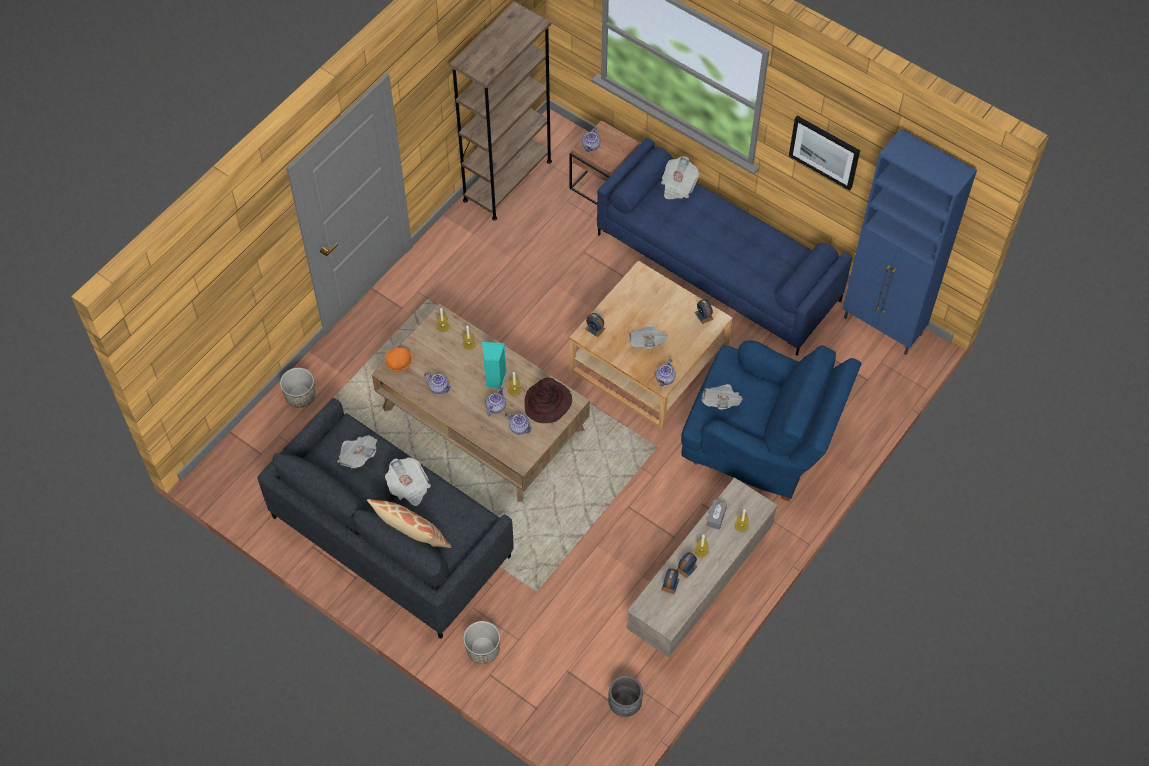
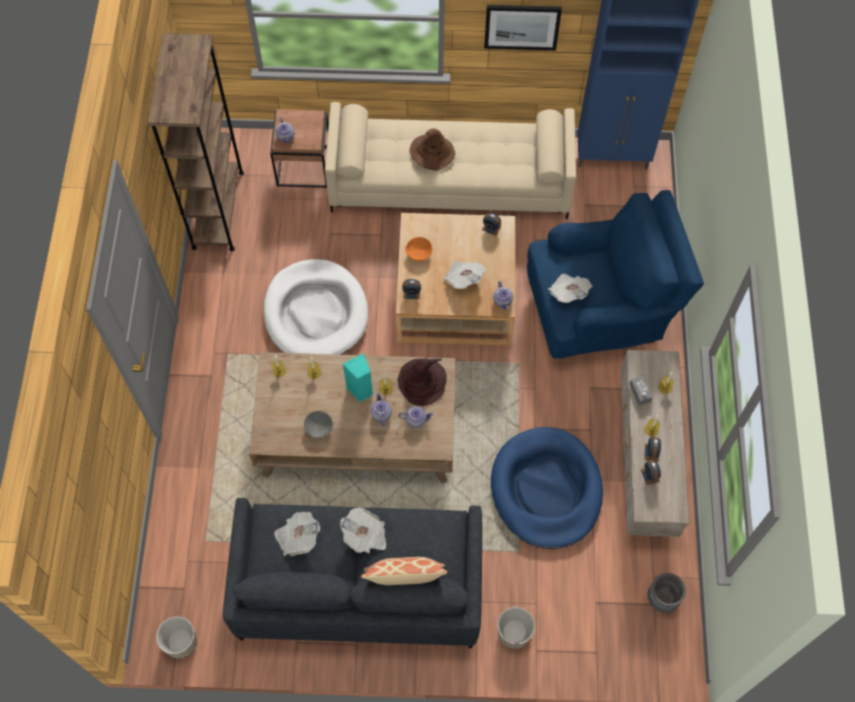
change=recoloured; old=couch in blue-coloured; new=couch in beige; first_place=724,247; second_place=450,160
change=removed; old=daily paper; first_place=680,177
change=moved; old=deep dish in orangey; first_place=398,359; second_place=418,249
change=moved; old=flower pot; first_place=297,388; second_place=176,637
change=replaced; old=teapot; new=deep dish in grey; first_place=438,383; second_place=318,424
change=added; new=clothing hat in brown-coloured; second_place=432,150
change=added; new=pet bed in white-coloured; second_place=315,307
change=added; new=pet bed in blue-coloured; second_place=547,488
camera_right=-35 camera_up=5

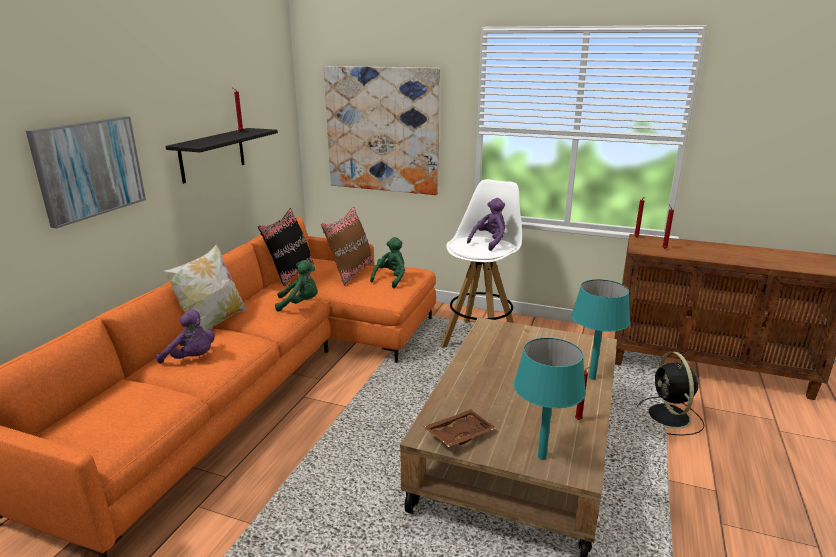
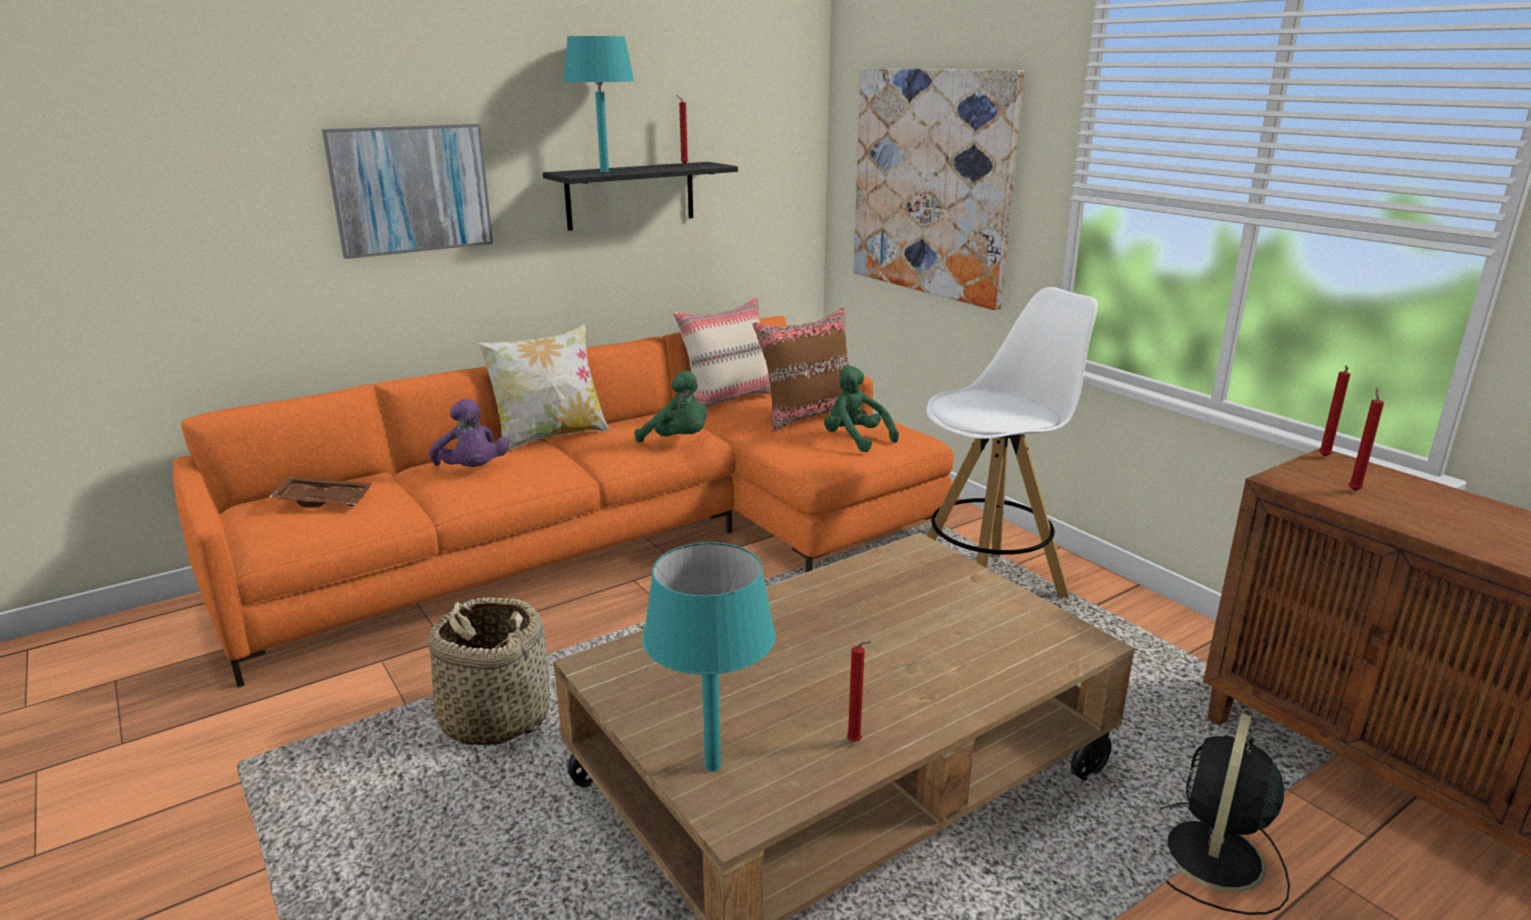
change=removed; old=plush toy in purple; first_place=486,224
change=recoloured; old=cushion in black; new=cushion in beige; first_place=286,247; second_place=722,353
change=turned; old=plush toy in green-coloured; first_place=387,262; second_place=861,409; degrees=-105
change=moved; old=lamp for a table in blue-green; first_place=600,329; second_place=598,104
change=moved; old=serving tray in brown-coloured; first_place=459,428; second_place=320,492
change=added; new=storage basket; second_place=489,671
camera_right=35 camera_up=0

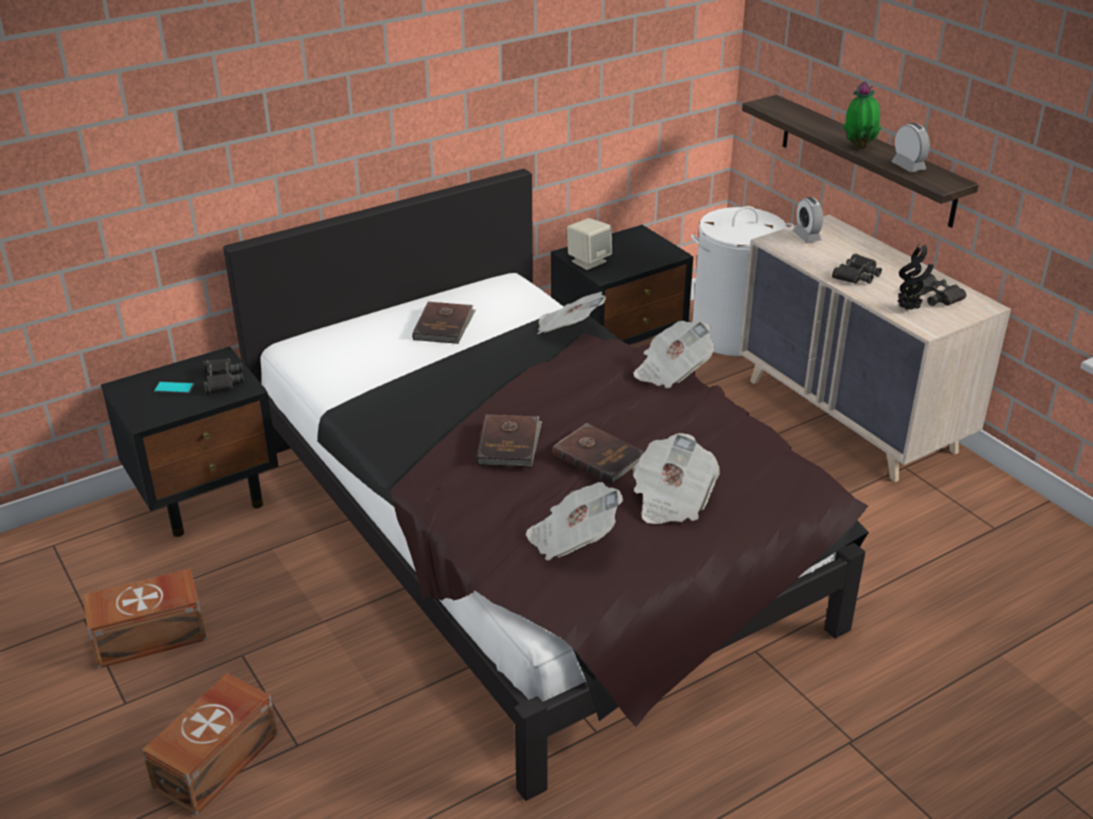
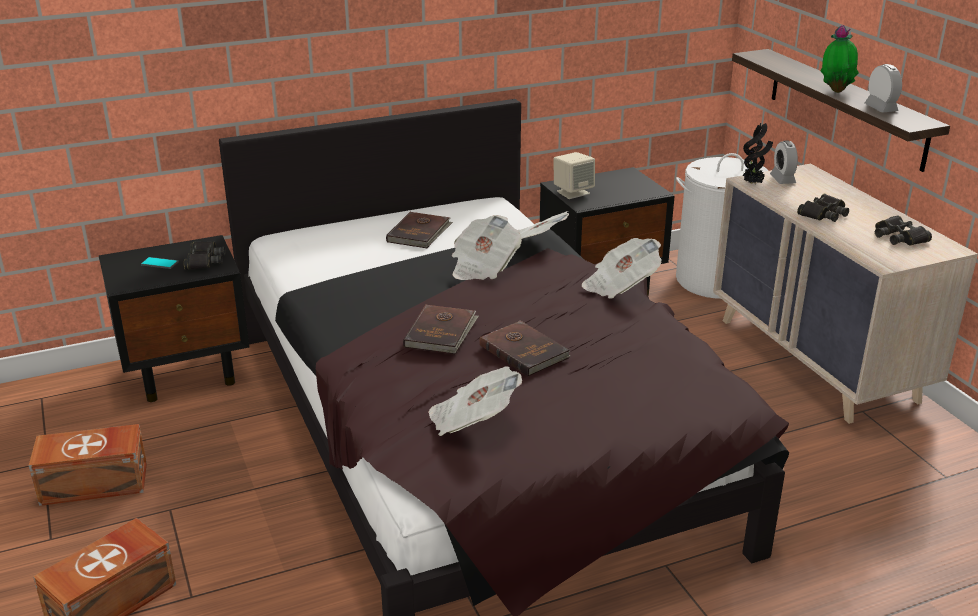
change=moved; old=houseplant; first_place=915,277; second_place=758,153
change=moved; old=daily paper; first_place=676,478; second_place=487,247
camera_right=10 camera_up=-5

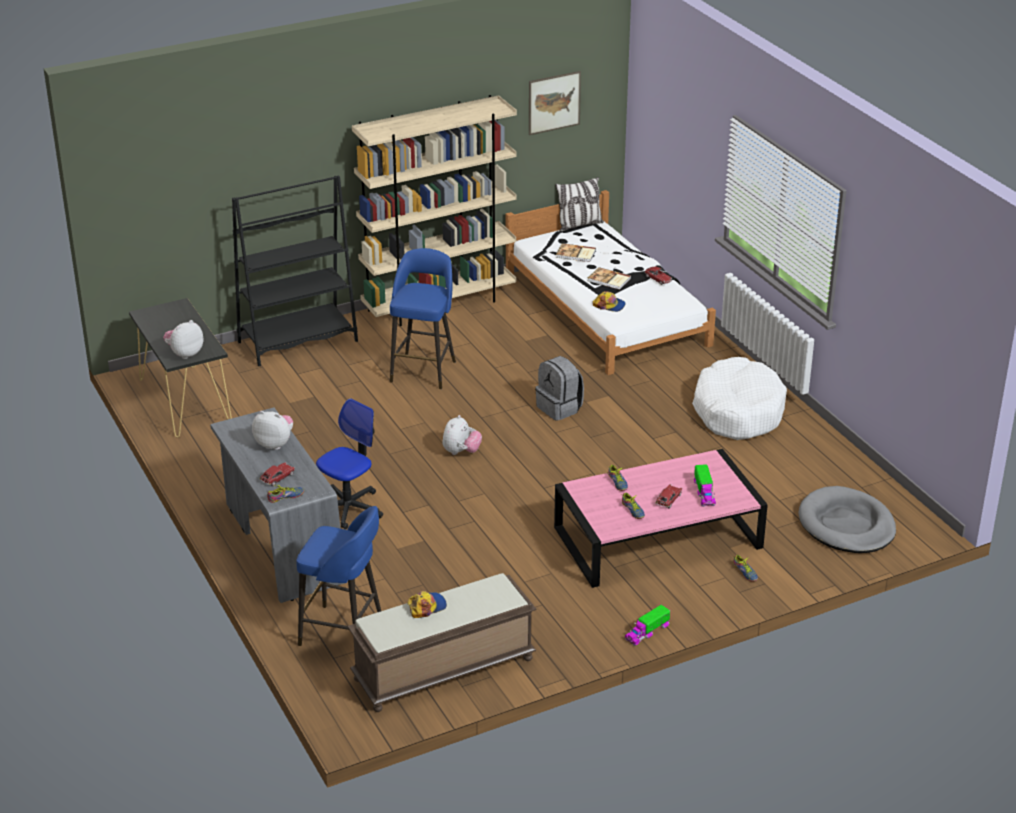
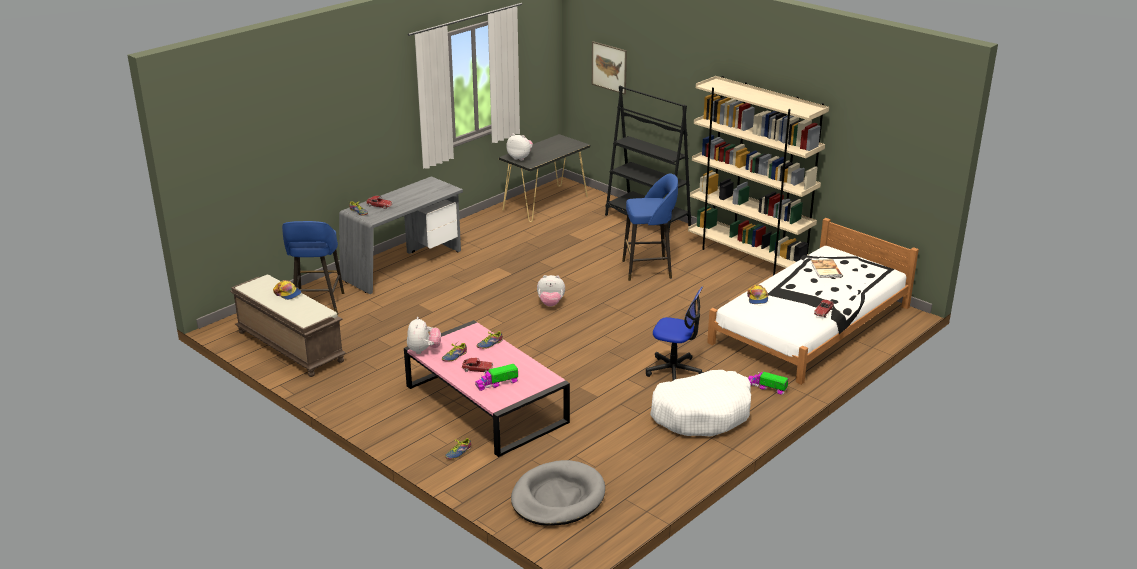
change=moved; old=wall art; first_place=555,103; second_place=609,67
change=removed; old=cushion; first_place=579,204
change=removed; old=volume; first_place=609,278
change=removed; old=rucksack in grey; first_place=559,388
change=moved; old=computer chair; first_place=349,463; second_place=675,333
change=moved; old=plush toy; first_place=272,430; second_place=424,335
change=moved; old=toy truck; first_place=647,625; second_place=768,383
camera_right=70 camera_up=-5

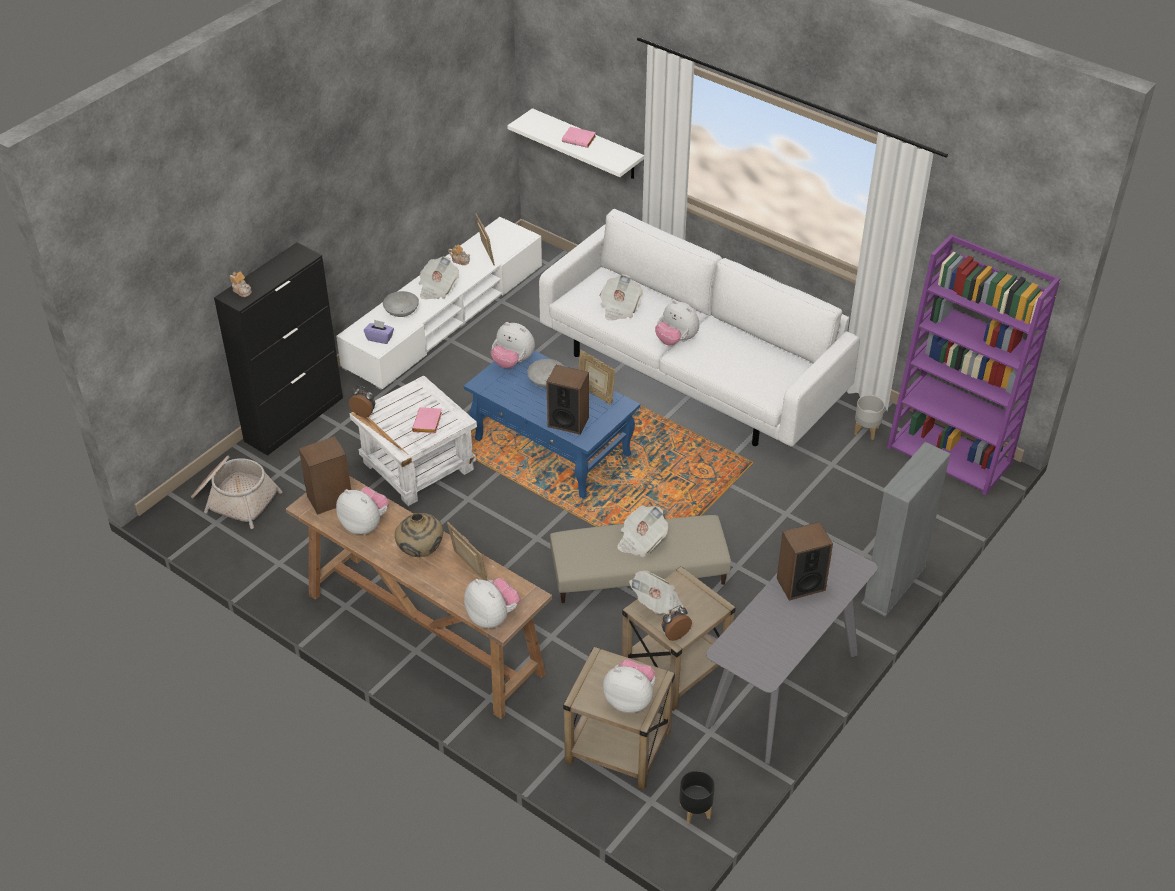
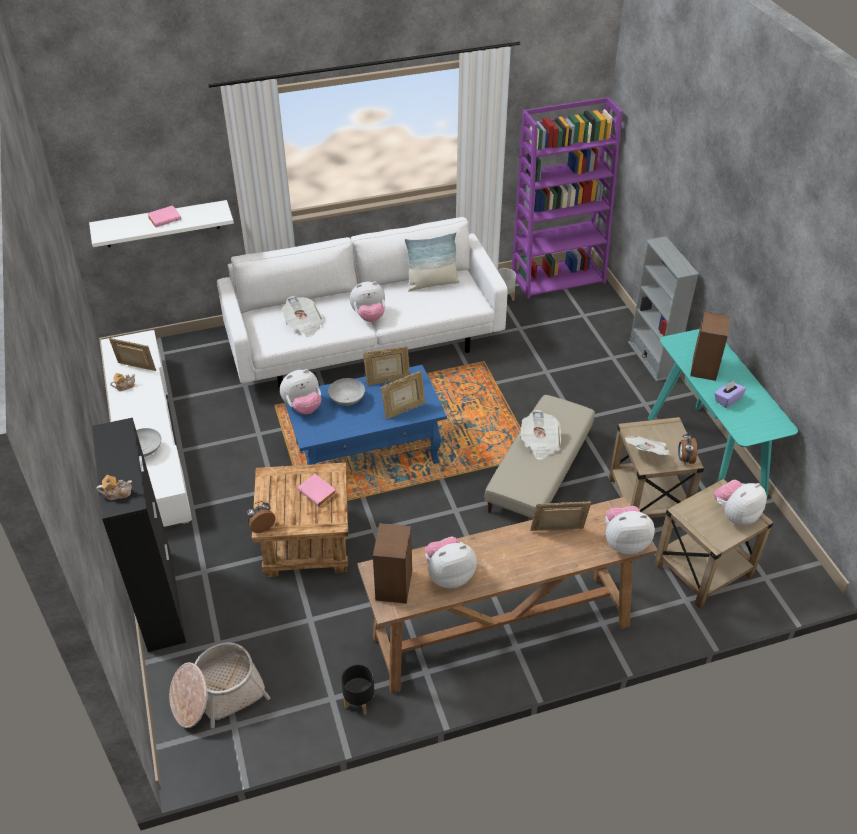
change=removed; old=daily paper; first_place=439,277
change=moved; old=box of tissues in purple; first_place=379,332; second_place=730,394
change=replaced; old=speaker; new=standing frame; first_place=567,400; second_place=403,395
change=recoloured; old=end table in white-coloured; new=end table in brown-coloured; first_place=413,440; second_place=300,520
change=removed; old=vase in beige; first_place=419,535
change=recoloured; old=narrow table in grey; new=narrow table in blue-green; first_place=791,652; second_place=723,413
change=moved; old=flower pot in black; first_place=697,797; second_place=357,689
change=added; new=cushion; second_place=432,262
camera_right=-55 camera_up=0

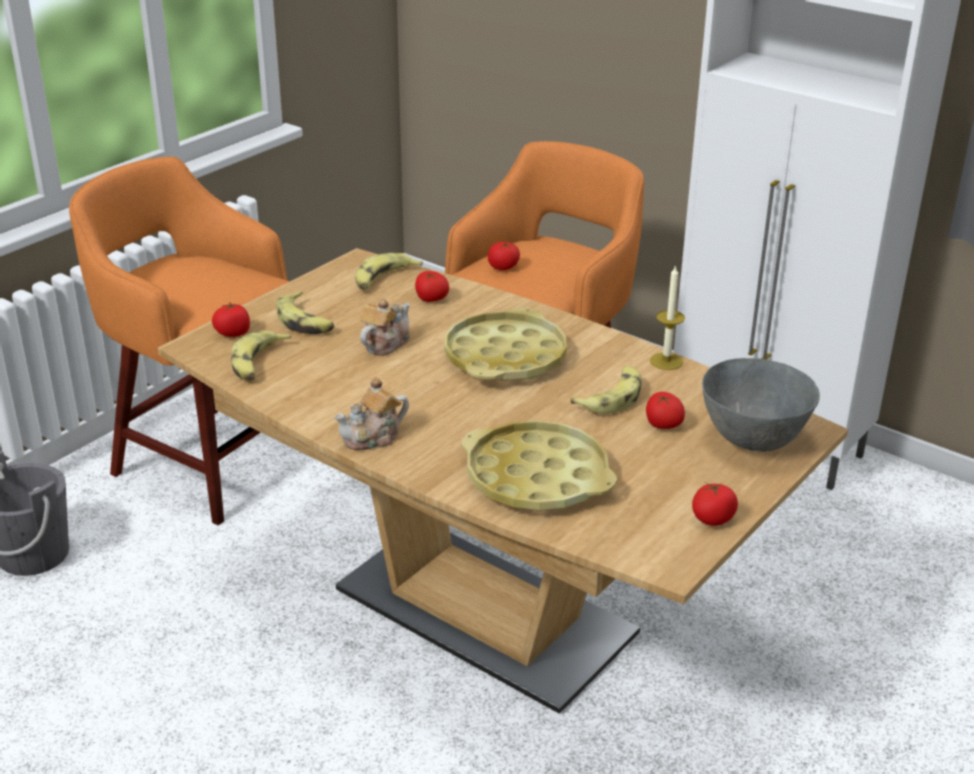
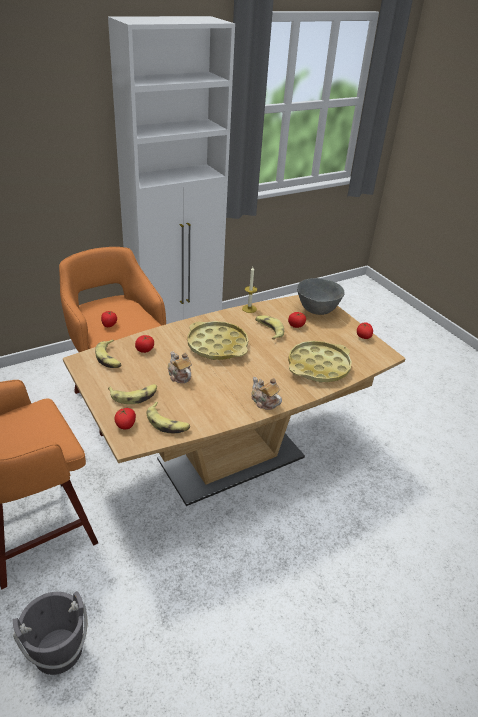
change=turned; old=teapot; first_place=371,413; second_place=266,393; degrees=150
camera_right=-70 camera_up=5

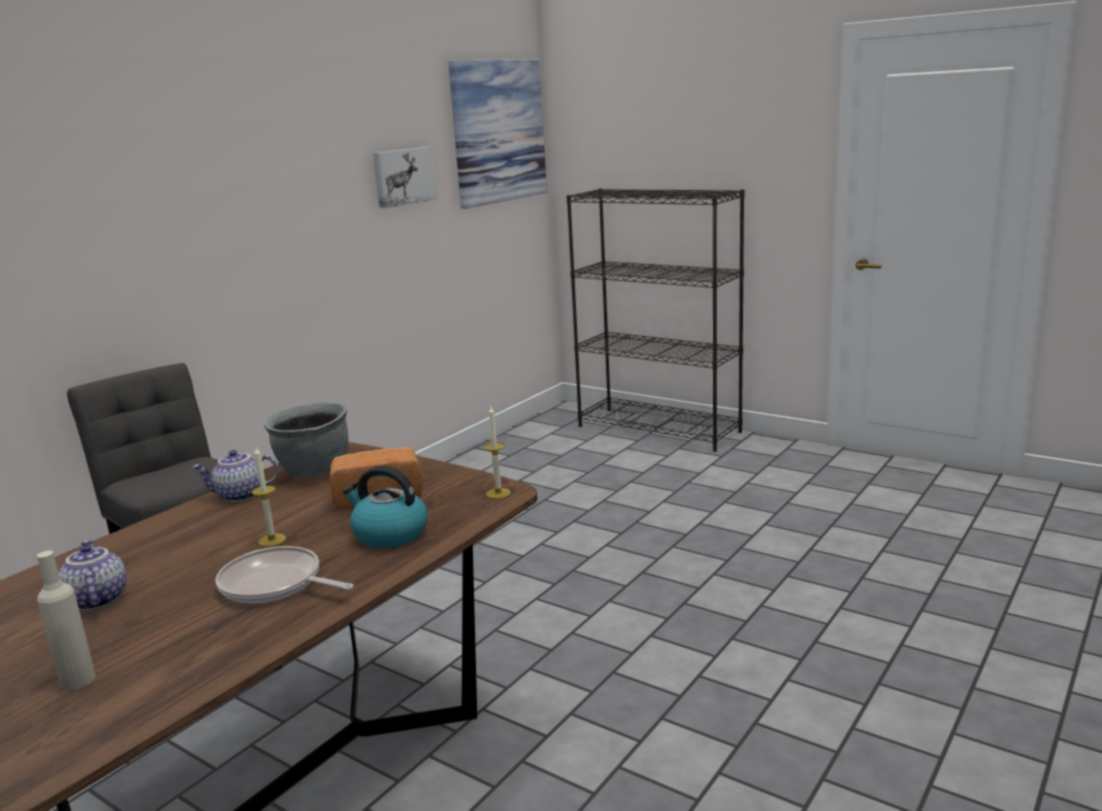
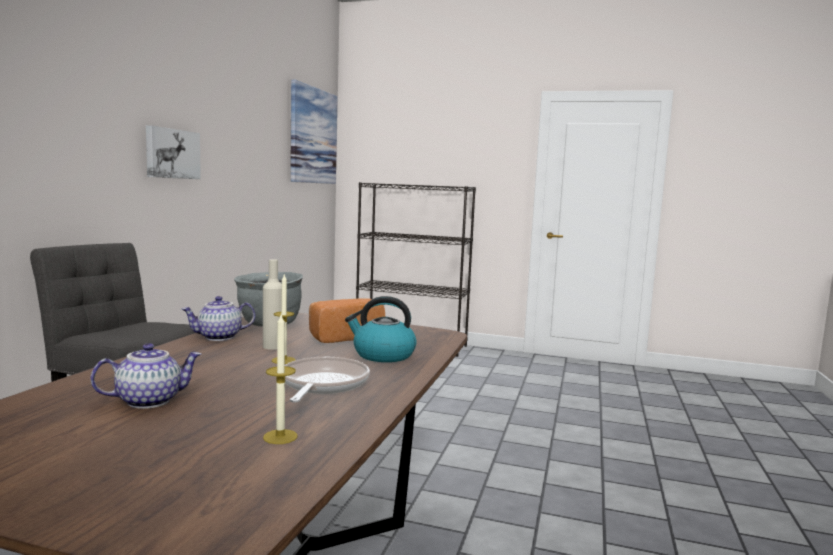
change=moved; old=wall art; first_place=405,177; second_place=173,152
change=moved; old=wax light; first_place=497,452; second_place=280,379
change=turned; old=teapot; first_place=93,575; second_place=146,376; degrees=105
change=turned; old=frying pan; first_place=284,574; second_place=327,380; degrees=90
change=moved; old=beverage bottle in beige; first_place=66,620; second_place=272,304
camera_right=-20 camera_up=-10

